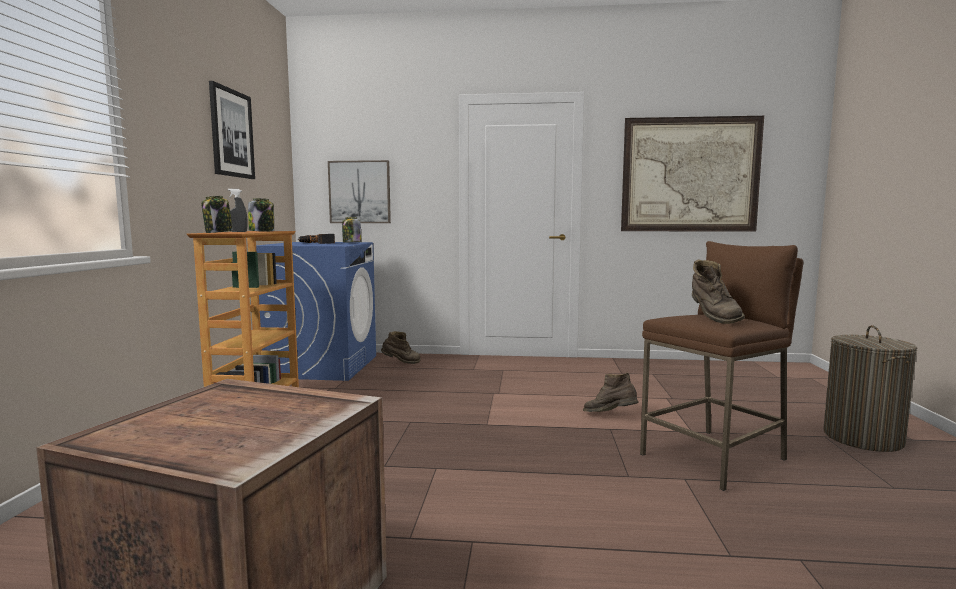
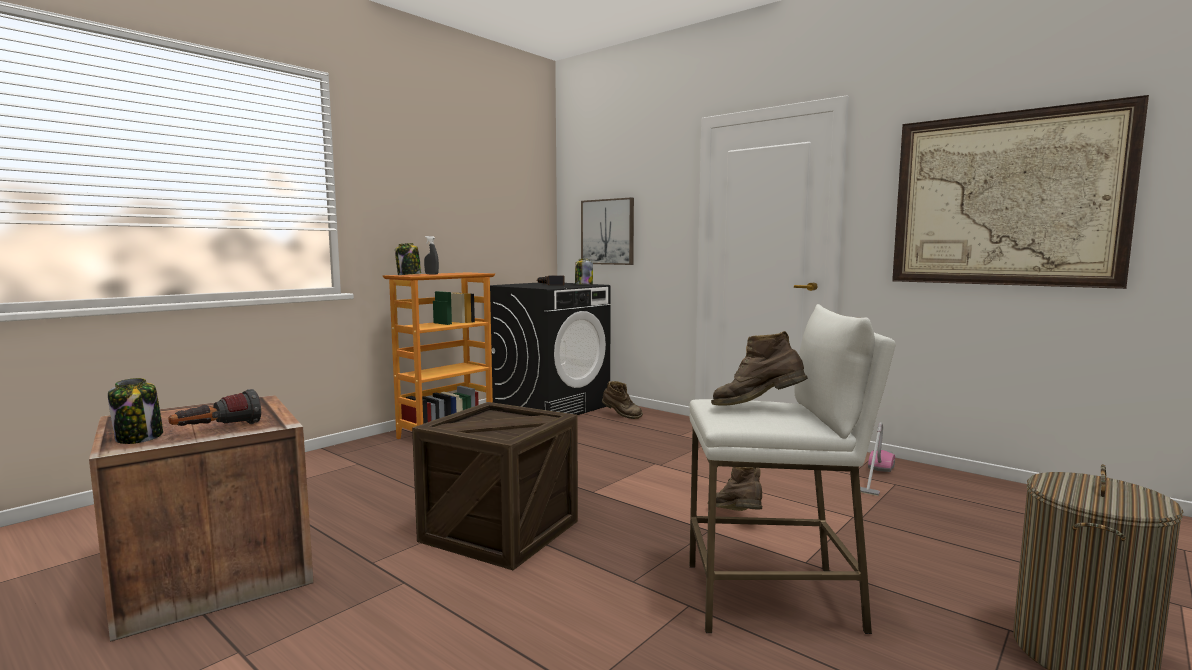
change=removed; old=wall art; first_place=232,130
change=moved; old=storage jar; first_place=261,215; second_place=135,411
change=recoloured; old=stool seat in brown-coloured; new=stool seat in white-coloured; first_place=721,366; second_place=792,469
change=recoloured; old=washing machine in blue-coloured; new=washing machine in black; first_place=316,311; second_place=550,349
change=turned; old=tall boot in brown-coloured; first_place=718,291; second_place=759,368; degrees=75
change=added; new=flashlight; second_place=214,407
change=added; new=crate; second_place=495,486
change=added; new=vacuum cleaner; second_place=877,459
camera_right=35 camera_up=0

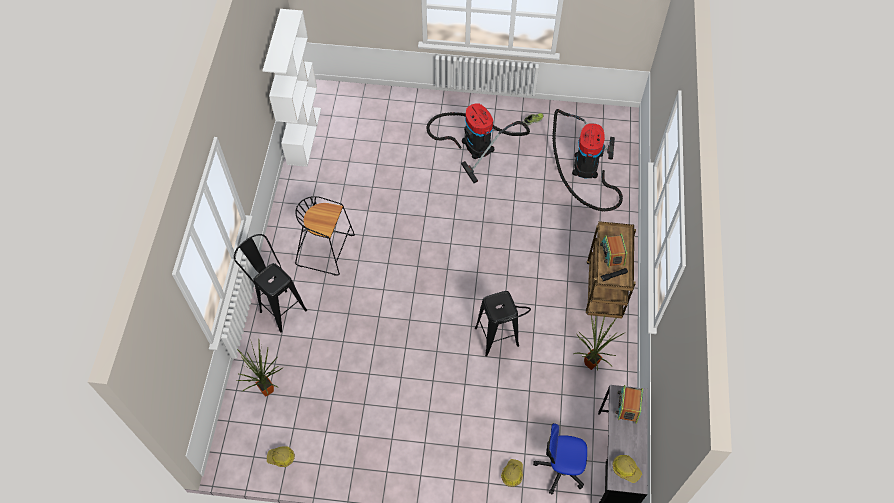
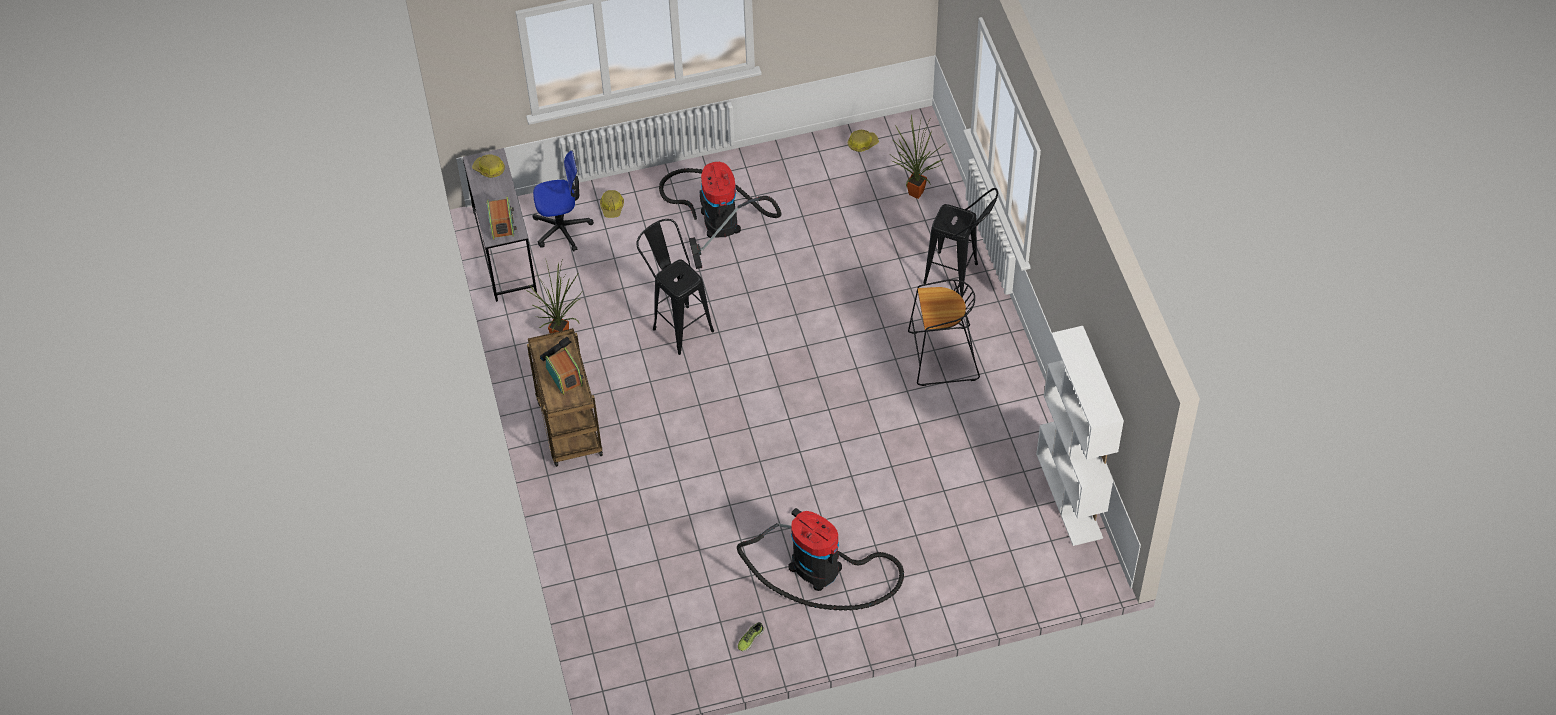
change=moved; old=vacuum cleaner; first_place=587,160; second_place=720,215
camera_right=160 camera_up=-5

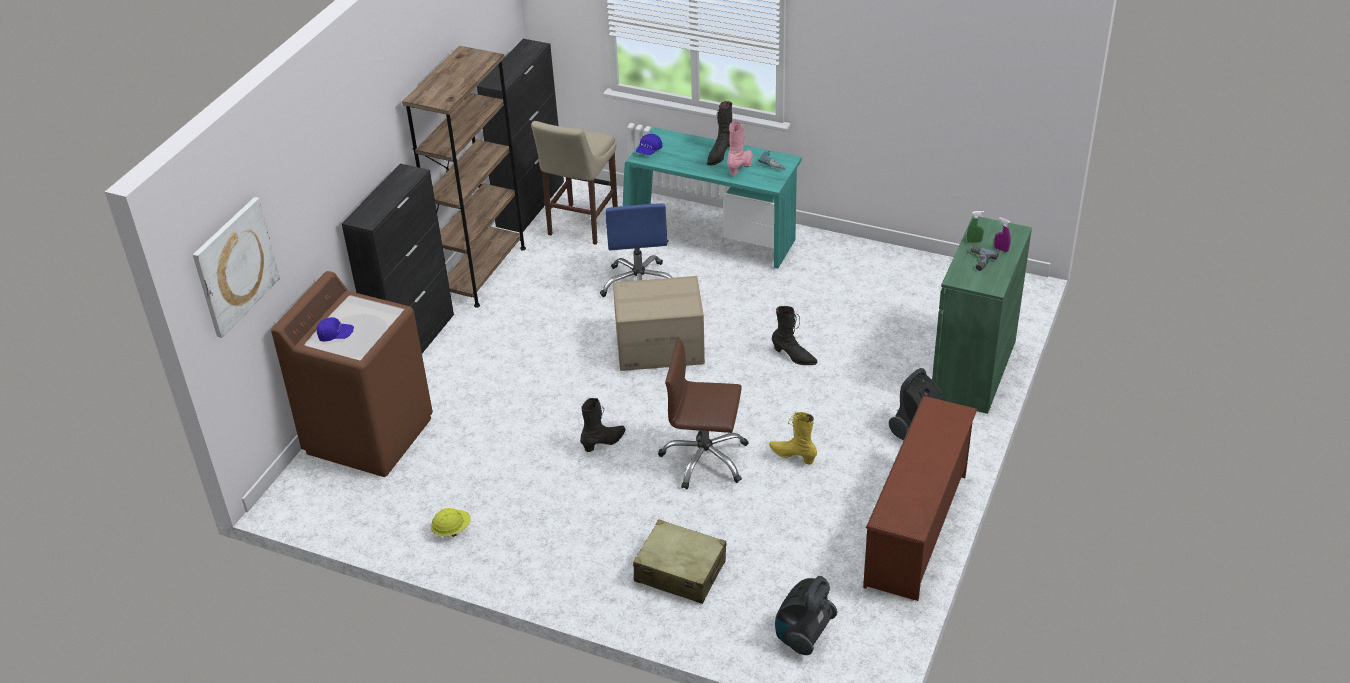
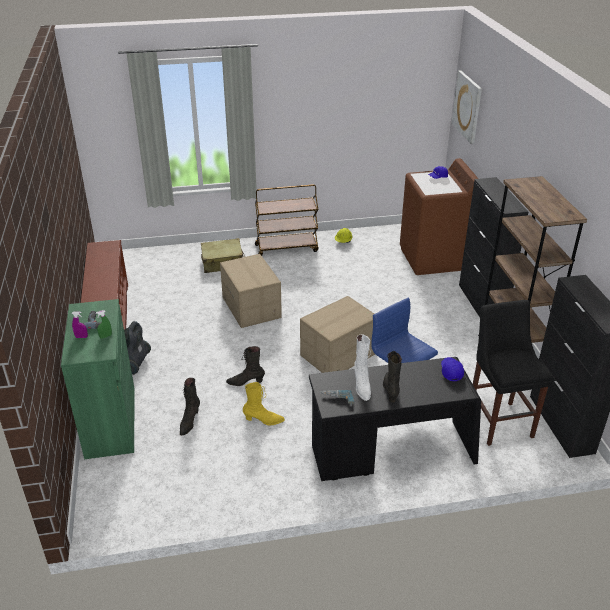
change=recoloured; old=stool seat in beige; new=stool seat in black; first_place=574,183; second_place=512,373
change=recoloured; old=tall boot in pinkish; new=tall boot in white-coloured; first_place=740,148; second_place=362,367
change=recoloured; old=desk in blue-green; new=desk in black; first_place=712,197; second_place=395,419
change=replaced; old=computer chair in brown-coloured; new=packing box; first_place=703,414; second_place=251,291
change=moved; old=tall boot in black; first_place=603,425; second_place=190,406
change=moved; old=tall boot in yellow; first_place=793,438; second_place=264,403
change=removed; old=vacuum cleaner; first_place=806,615
change=added; new=wheeled cart in brown-coloured; second_place=287,220
camera_right=145 camera_up=-5

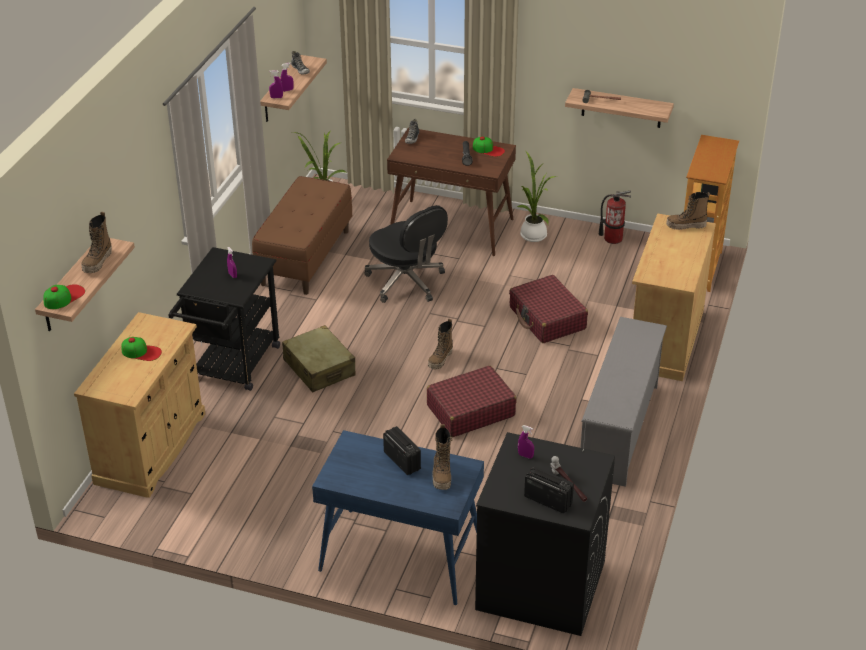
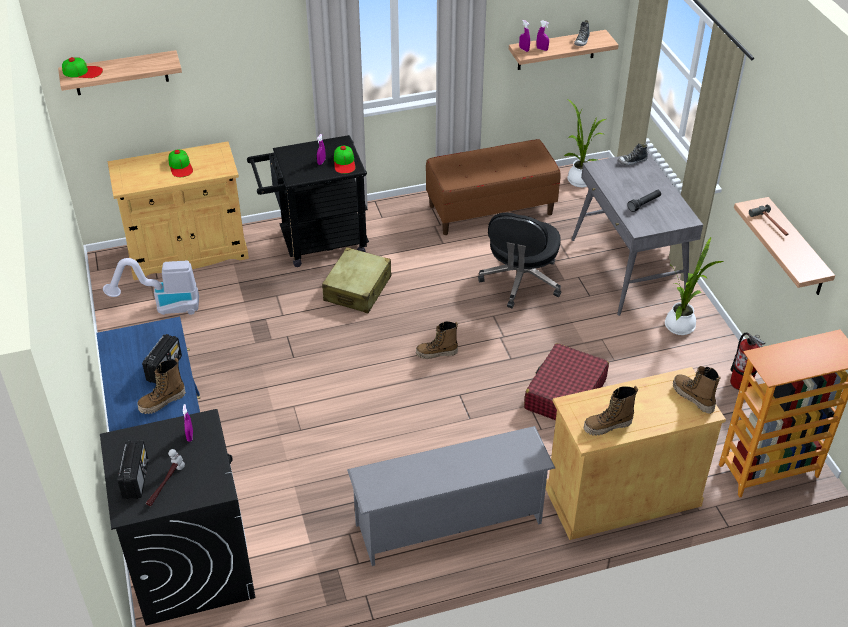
change=recoloured; old=desk in brown-coloured; new=desk in grey; first_place=451,191; second_place=637,233
change=moved; old=baseball cap; first_place=489,146; second_place=345,159
change=moved; old=tall boot; first_place=96,242; second_place=610,411
change=removed; old=piece of luggage in reddish; first_place=472,401
change=added; new=vacuum cleaner; second_place=151,286
camera_right=55 camera_up=5

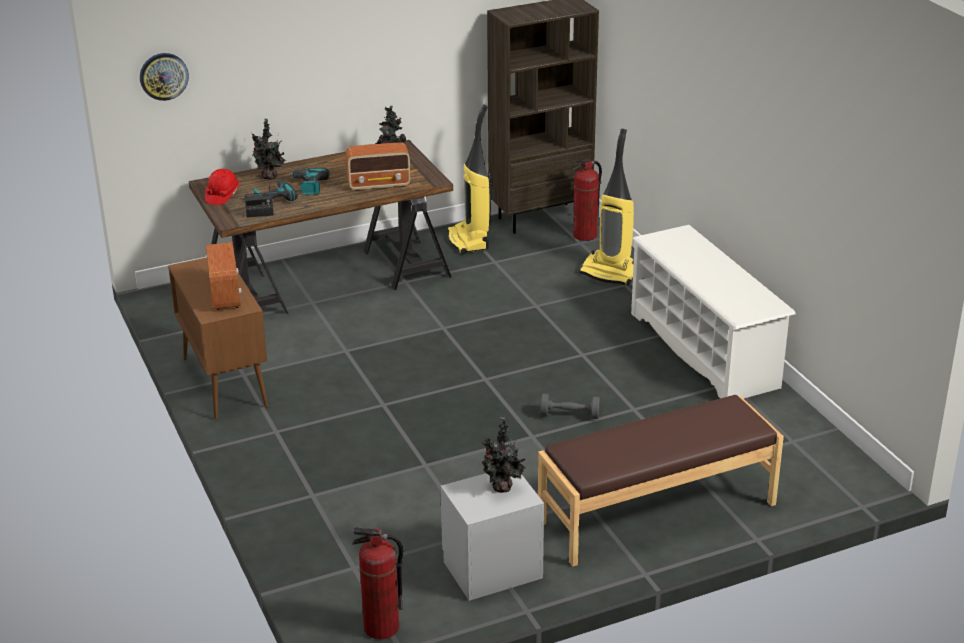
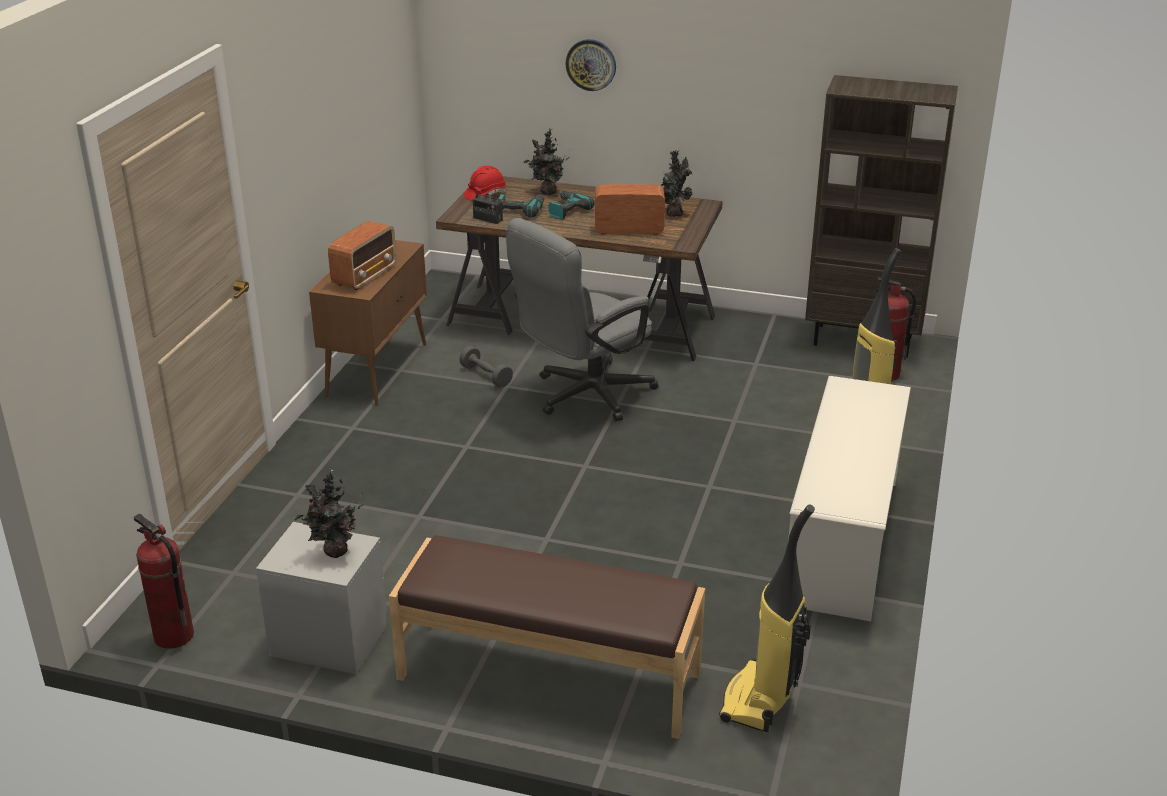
change=moved; old=hanging clock; first_place=164,77; second_place=590,65
change=moved; old=vacuum cleaner; first_place=470,180; second_place=767,618
change=turned; old=radio receiver; first_place=378,166; second_place=630,209; degrees=150
change=moved; old=dumbbell in grey; first_place=570,406; second_place=486,367
change=added; new=computer chair in grey; second_place=582,319
camera_right=40 camera_up=0

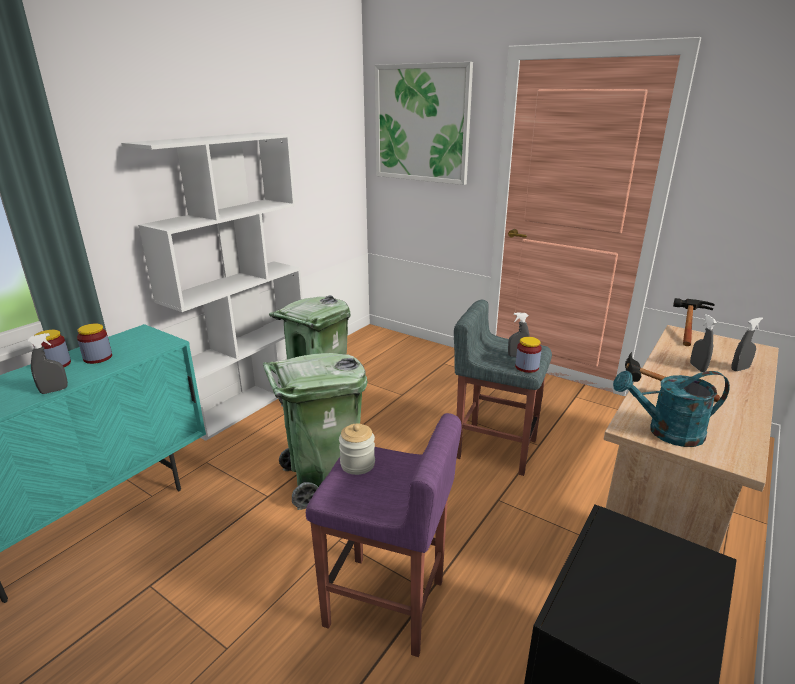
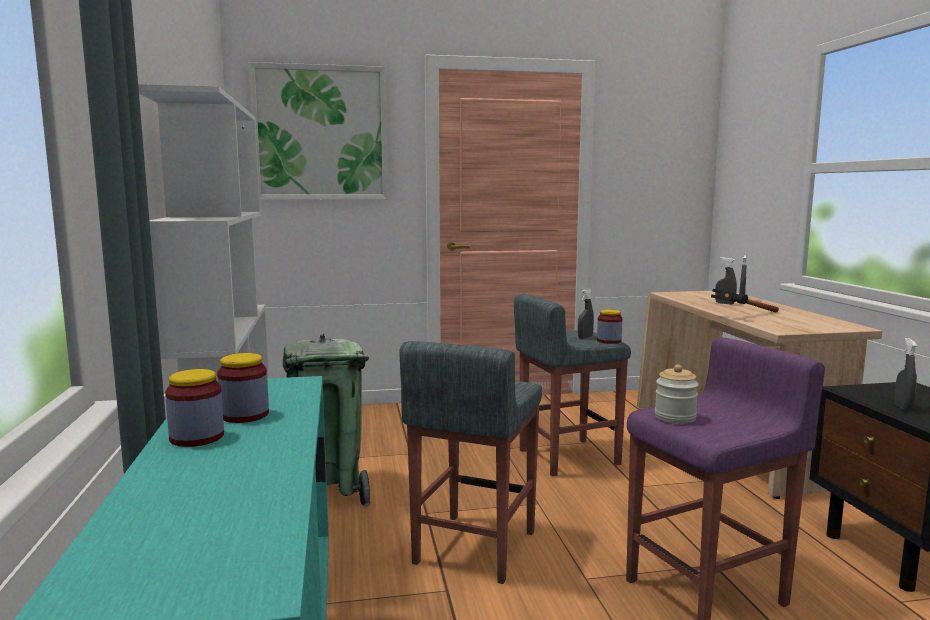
change=removed; old=hand hammer; first_place=694,322
change=moved; old=spray bottle in grey; first_place=48,363; second_place=905,374
change=replaced; old=rubbish bin in green-coloured; new=stool seat in grey; first_place=315,431; second_place=470,462
change=removed; old=watering pot in blue-green; first_place=671,409
camera_right=-45 camera_up=-15

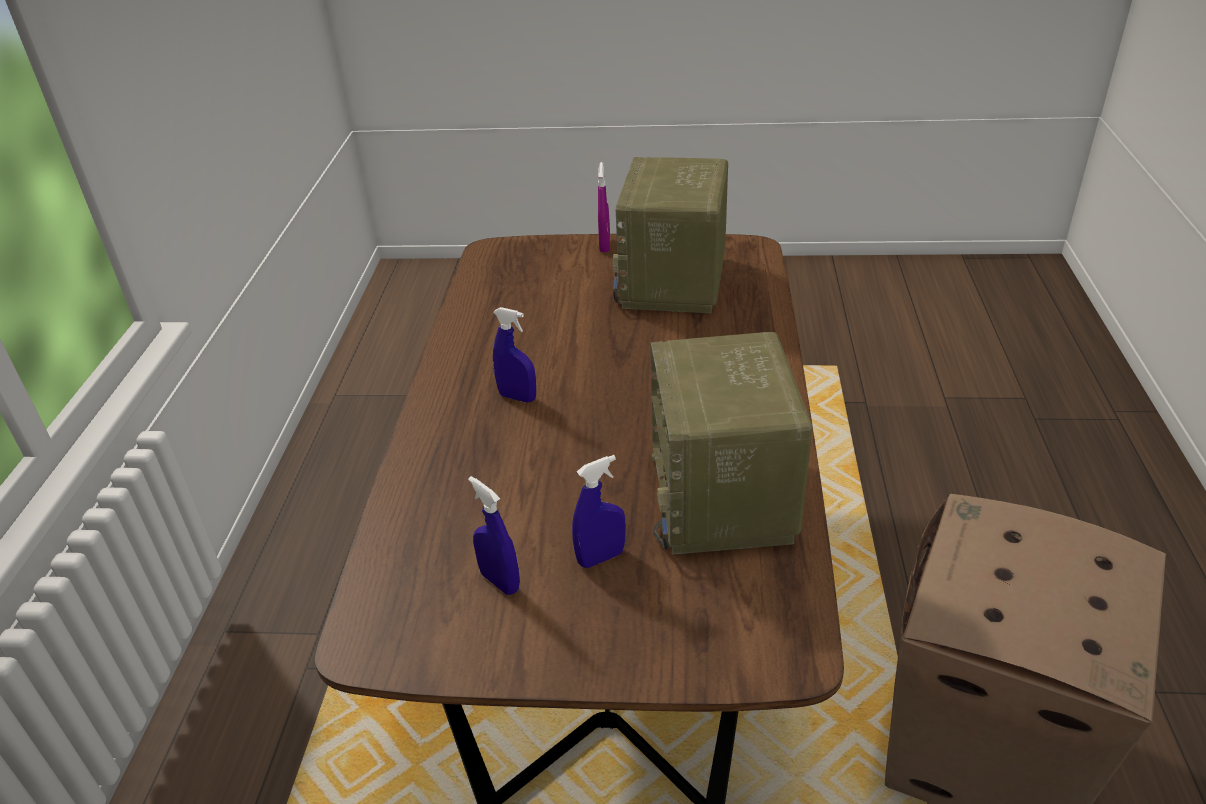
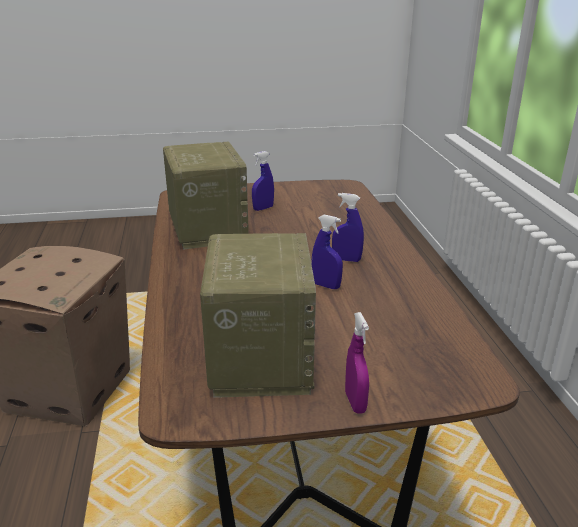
change=moved; old=spray bottle in blue-coloured; first_place=494,535; second_place=327,252
camera_right=165 camera_up=-10

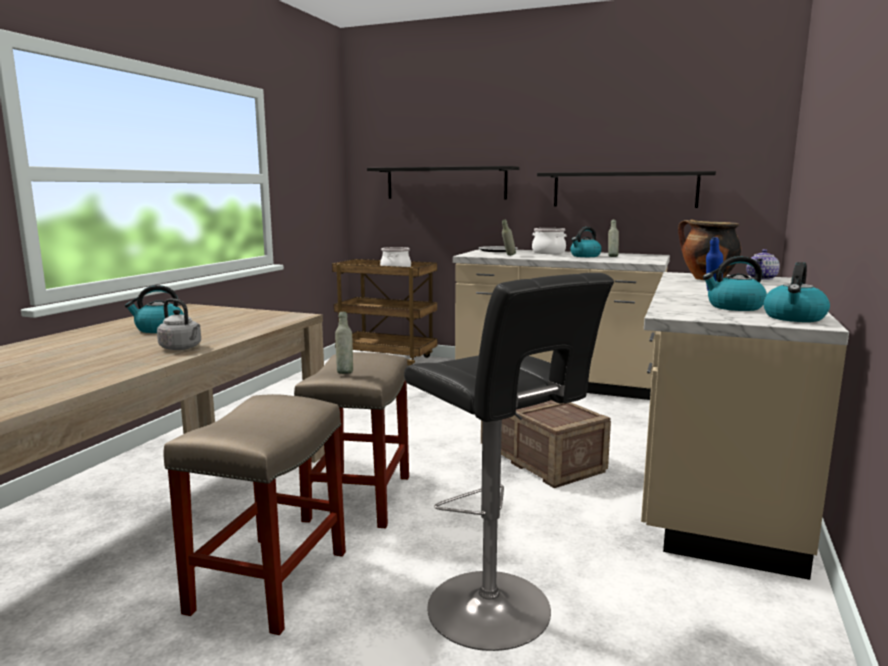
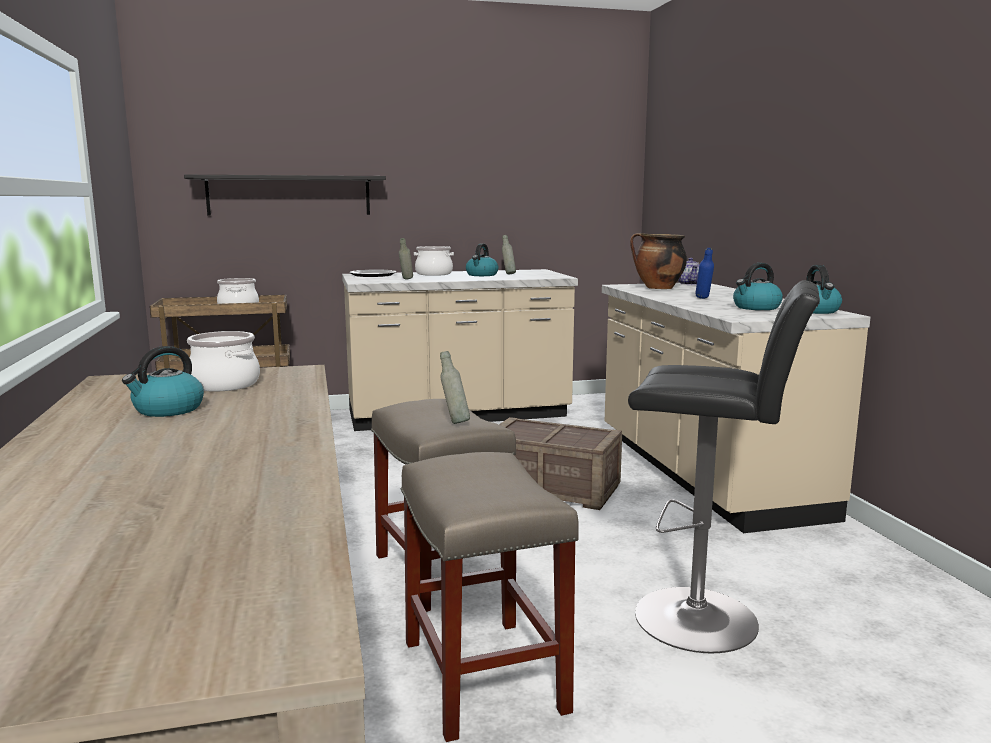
change=removed; old=shelf in black; first_place=626,189
change=removed; old=water kettle in grey; first_place=179,324
change=added; new=cooking pot; second_place=223,361
camera_right=-35 camera_up=0

